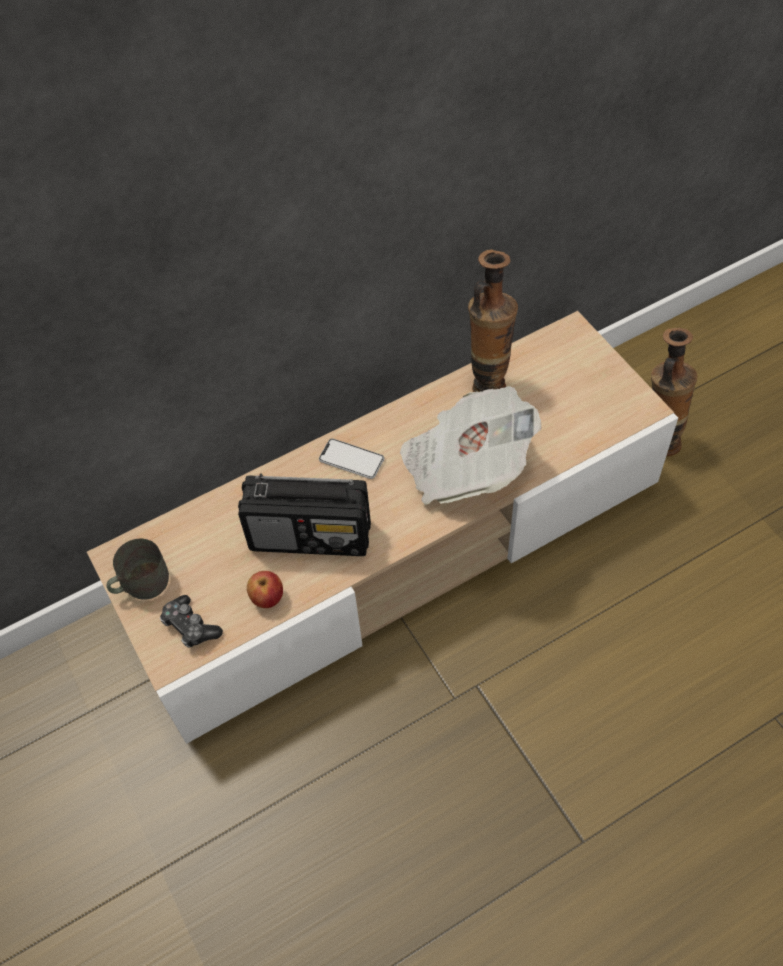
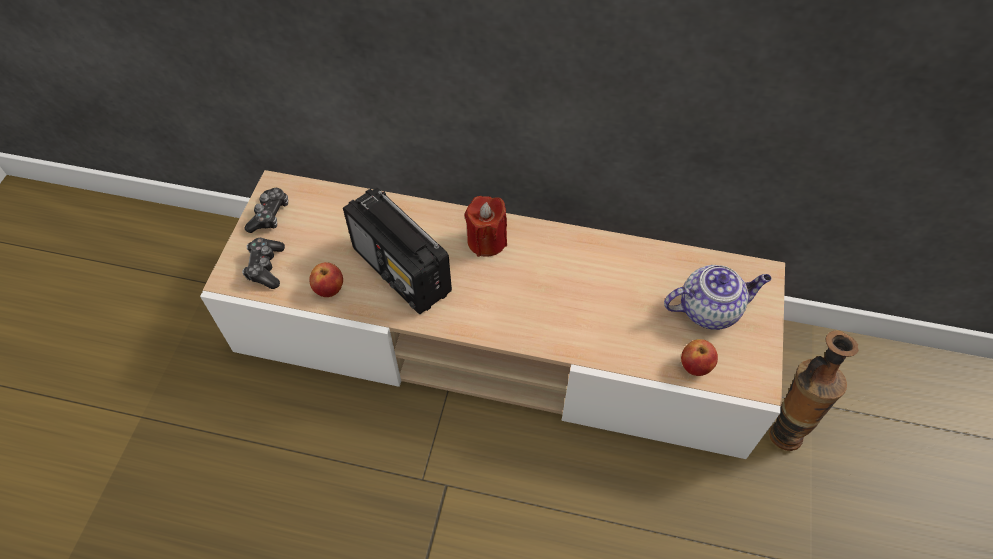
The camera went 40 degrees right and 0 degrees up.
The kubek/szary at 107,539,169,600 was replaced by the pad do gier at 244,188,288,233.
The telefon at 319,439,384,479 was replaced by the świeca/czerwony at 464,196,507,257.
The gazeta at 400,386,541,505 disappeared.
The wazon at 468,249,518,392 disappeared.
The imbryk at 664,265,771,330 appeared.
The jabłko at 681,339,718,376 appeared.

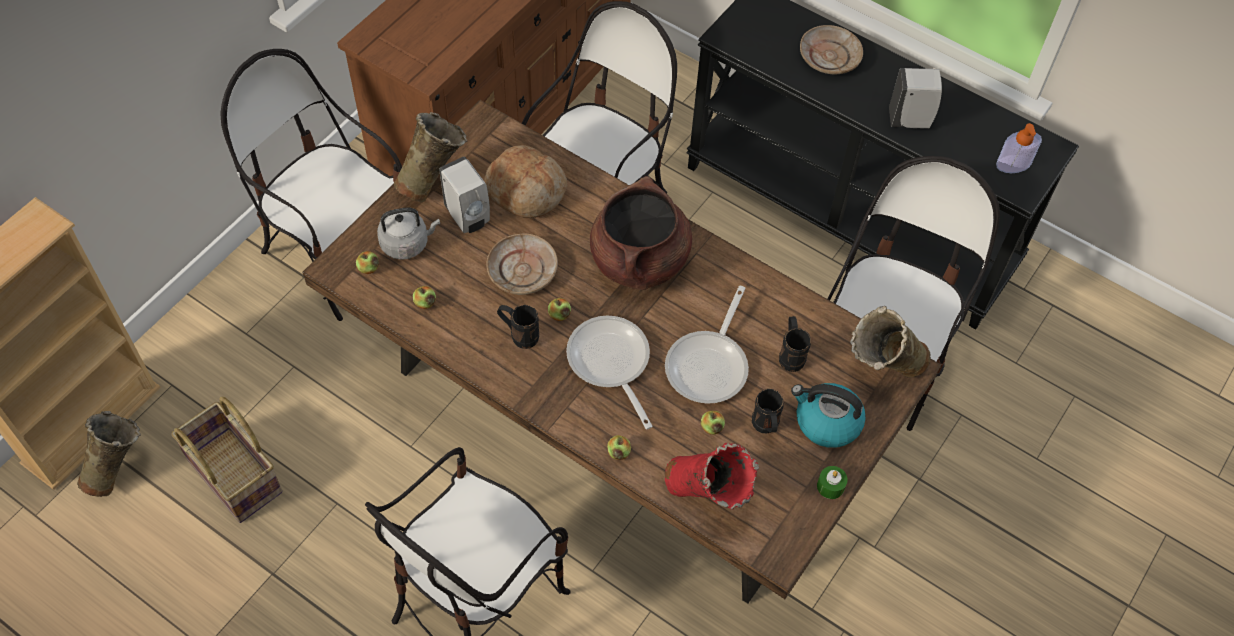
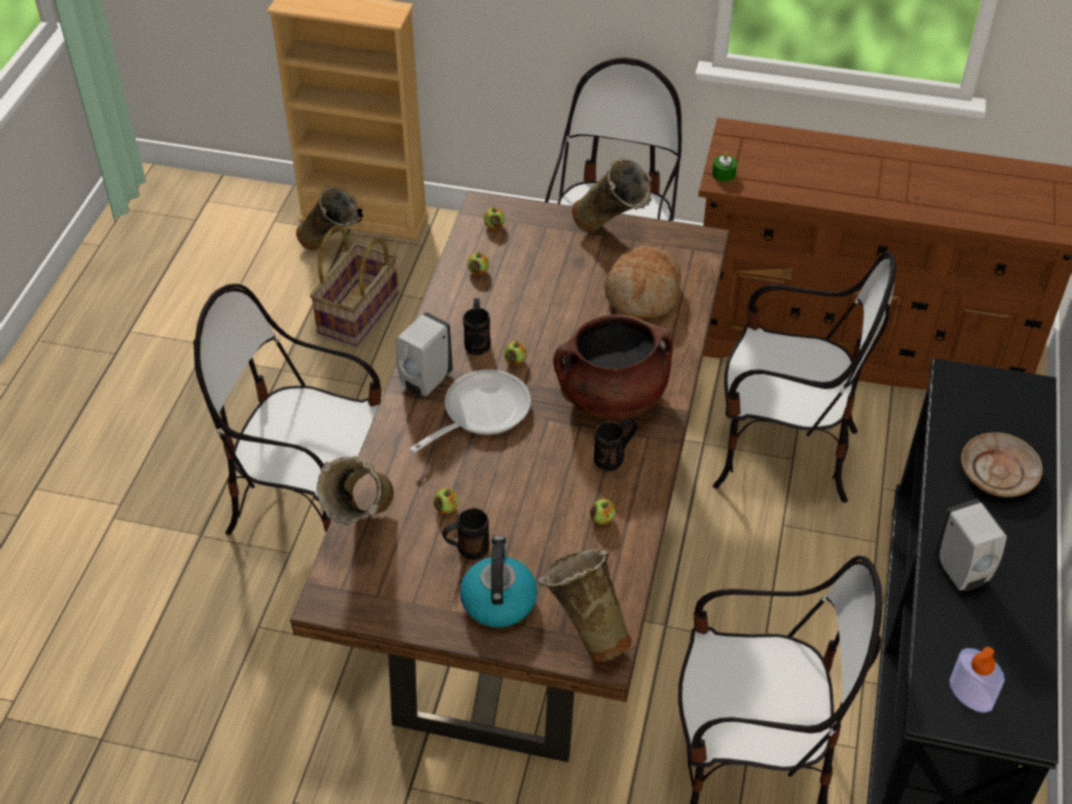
The camera went 70 degrees right and 10 degrees down.
The czajnik/szary at 377,207,440,260 disappeared.
The dozownik mydła/biały moved from 439,157,490,233 to 396,312,453,397.
The talerz/beżowy at 486,233,558,295 disappeared.
The jabłko moved from 607,435,631,460 to 590,499,615,525.
The patelnia at 665,286,749,404 disappeared.
The wazon/czerwony at 665,443,759,510 became the wazon/beżowy at 317,456,394,525.
The kubek/czarny moved from 779,316,811,372 to 594,419,637,471.
The świeca/zielony moved from 817,466,848,499 to 712,152,737,182.

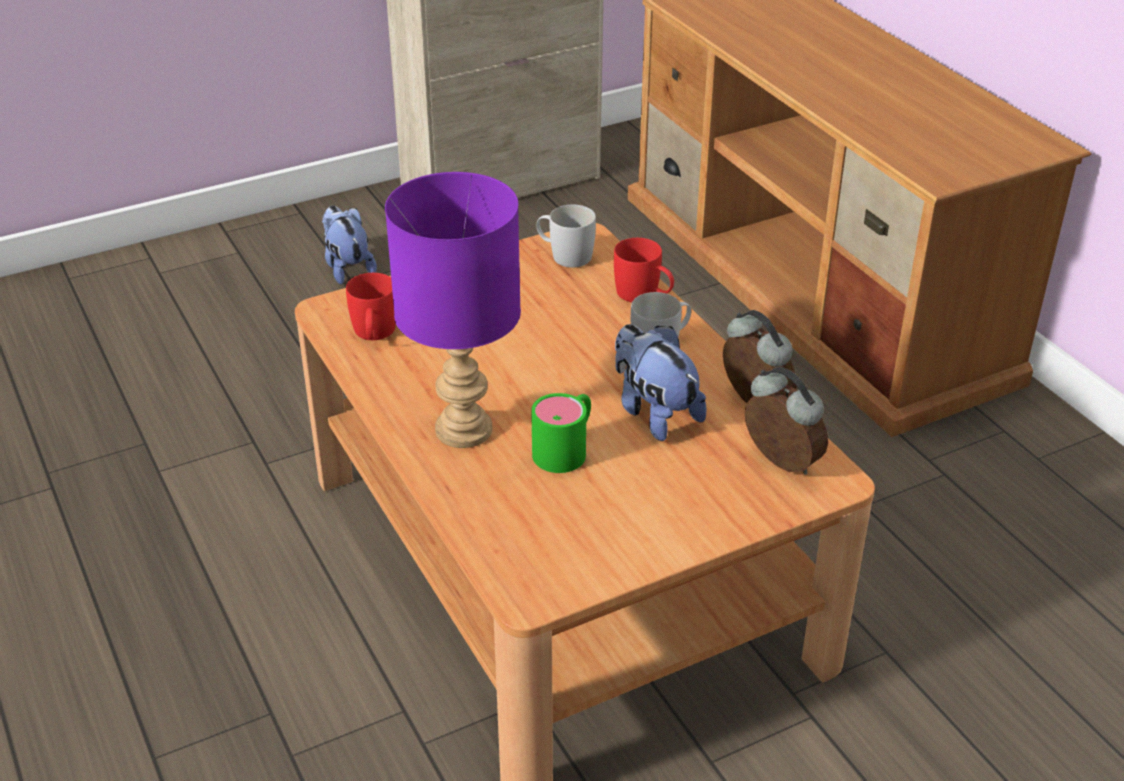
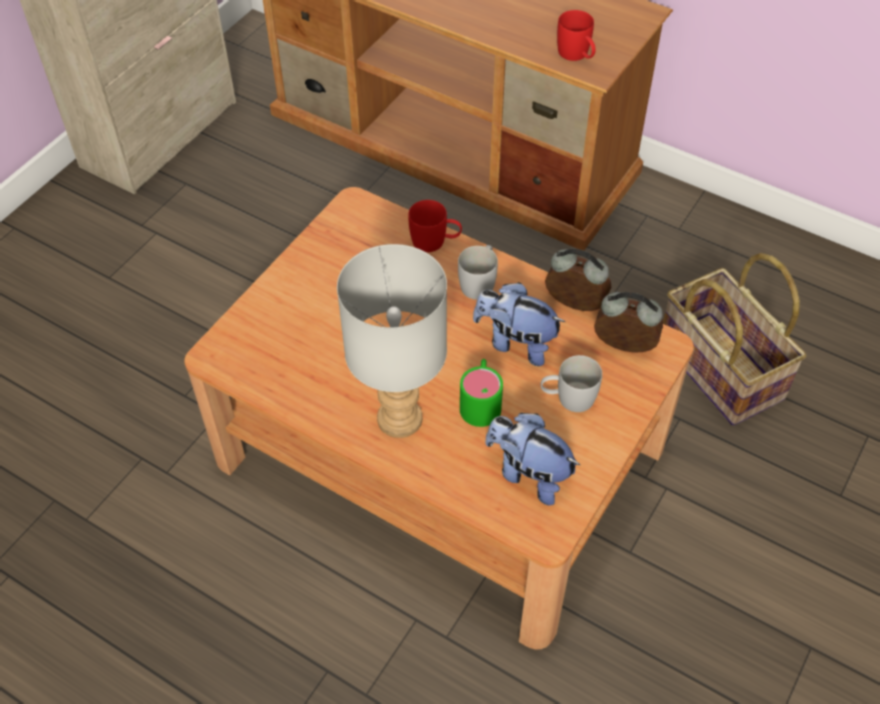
The camera went 30 degrees left and 15 degrees up.
The pluszak moved from 322,206,377,284 to 485,413,580,505.
The kubek/czerwony moved from 346,273,396,340 to 557,10,596,61.
The lampa stołowa/fioletowy at 385,172,521,448 became the lampa stołowa/szary at 337,244,447,438.
The kubek/biały moved from 537,205,596,268 to 541,355,602,412.
The koszyk at 663,253,806,426 appeared.

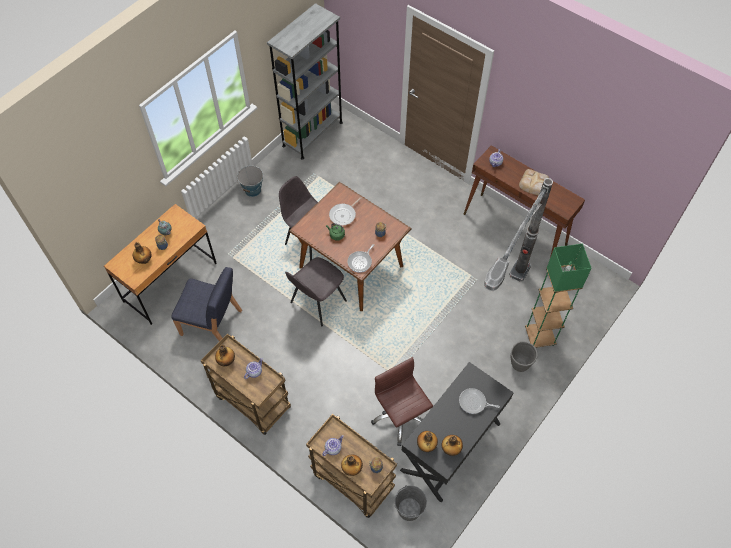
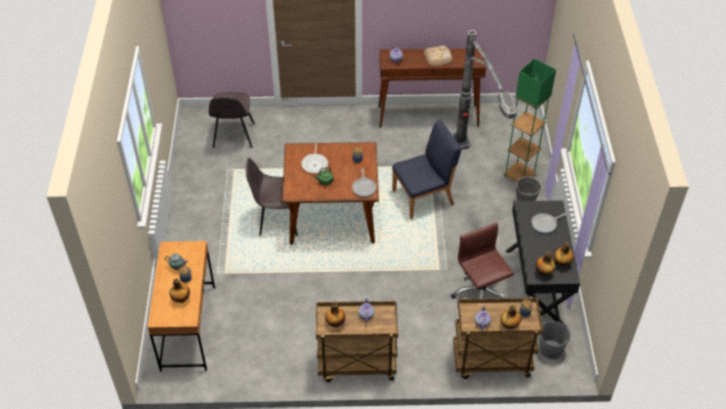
The camera went 40 degrees left and 10 degrees down.
The krzesło/niebieski moved from 171,267,242,341 to 392,120,461,219.
The wiadro at 237,166,263,197 disappeared.
The regał/szary at 267,3,343,160 disappeared.
The krzesło/szary moved from 285,257,347,326 to 209,92,255,148.
The krzesło biurowe/brązowy at 371,357,433,446 turned 45 degrees clockwise.

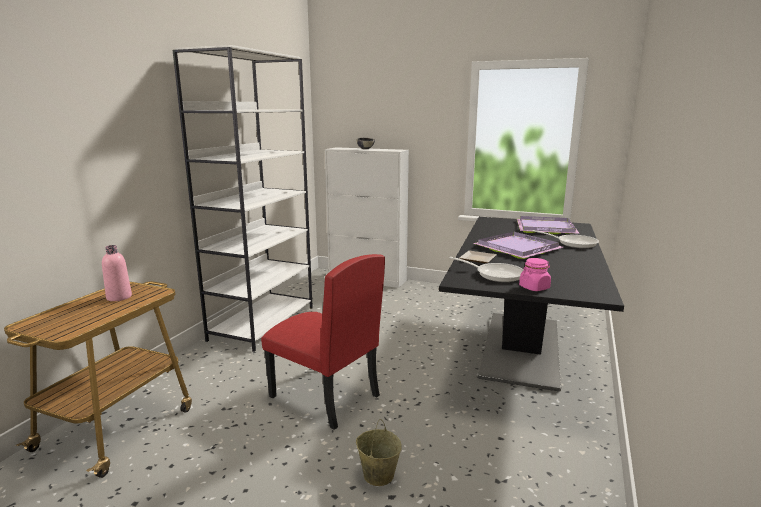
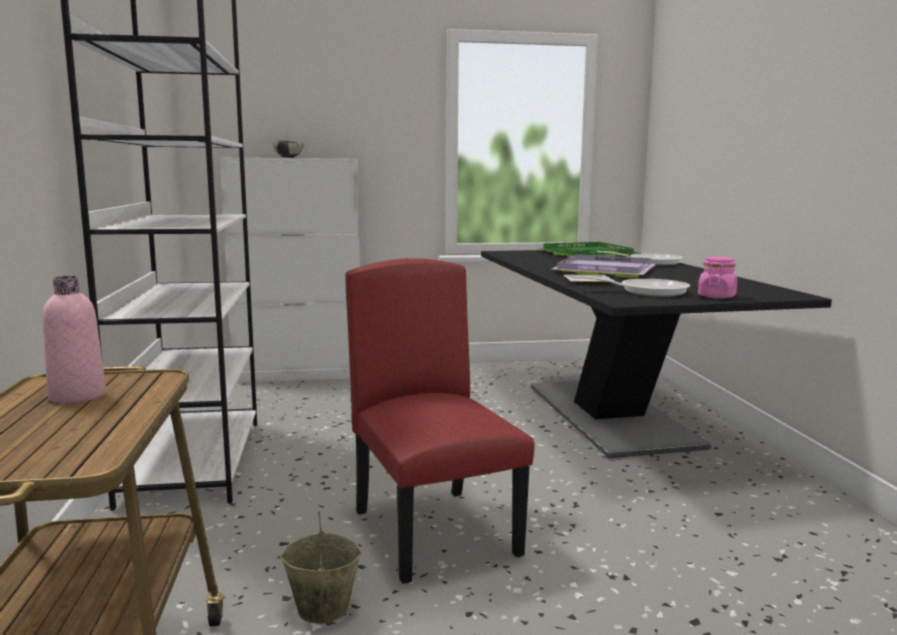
The camera went 30 degrees left and 5 degrees down.
The krzesło/czerwony at 261,254,385,430 turned 120 degrees counterclockwise.
The wiadro/beżowy moved from 356,419,402,486 to 280,511,361,624.
The taca/fioletowy at 517,216,580,234 became the taca/zielony at 539,242,638,259.

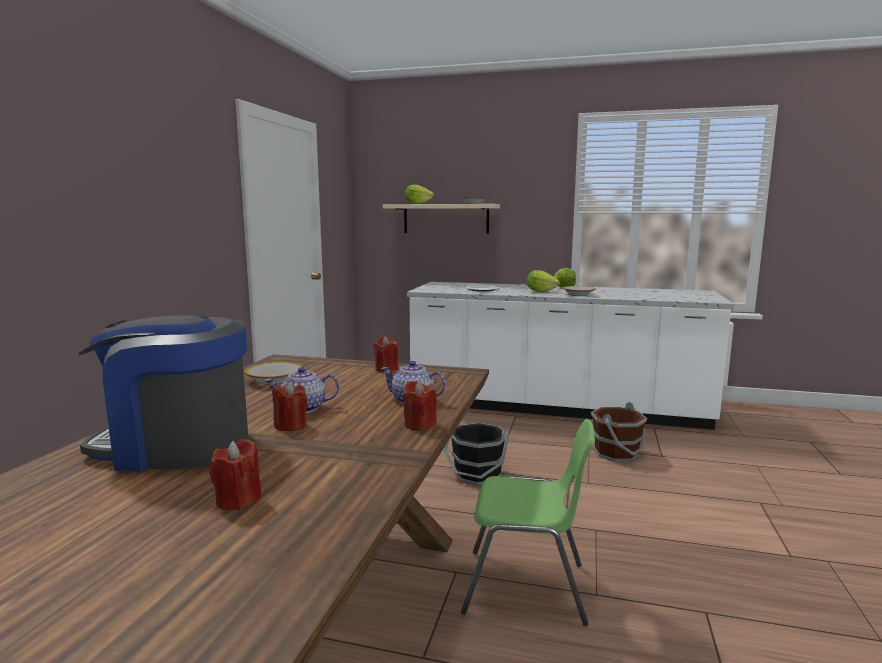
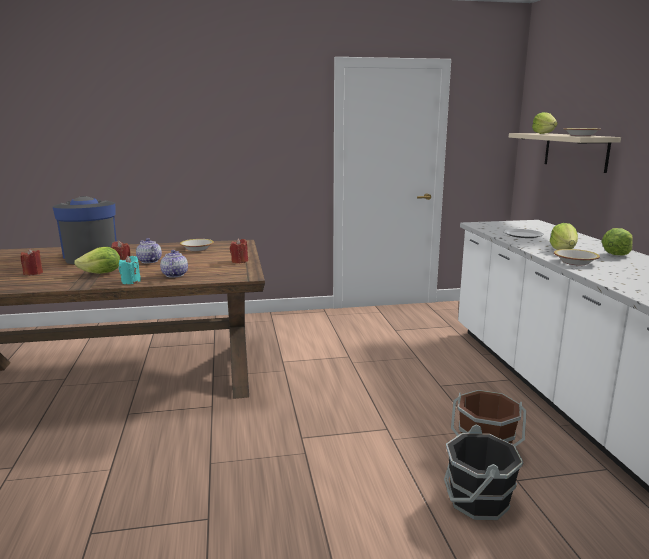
The camera went 65 degrees right and 5 degrees up.
The świeca/czerwony at 403,381,437,430 became the świeca/turkusowy at 119,256,141,284.
The wiadro/czarny moved from 443,423,508,485 to 444,424,524,520.
The krzesło/zielony at 461,419,595,626 disappeared.
The sałata at 74,247,121,274 appeared.

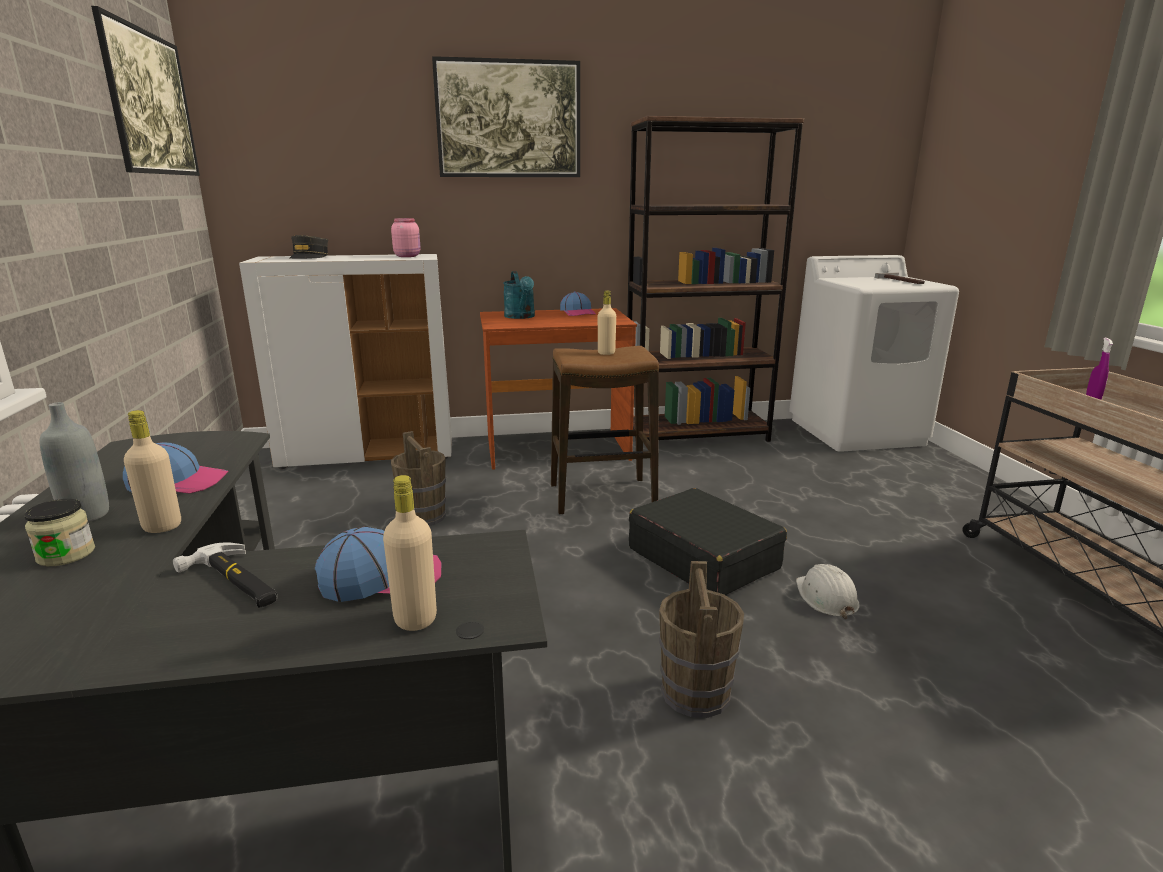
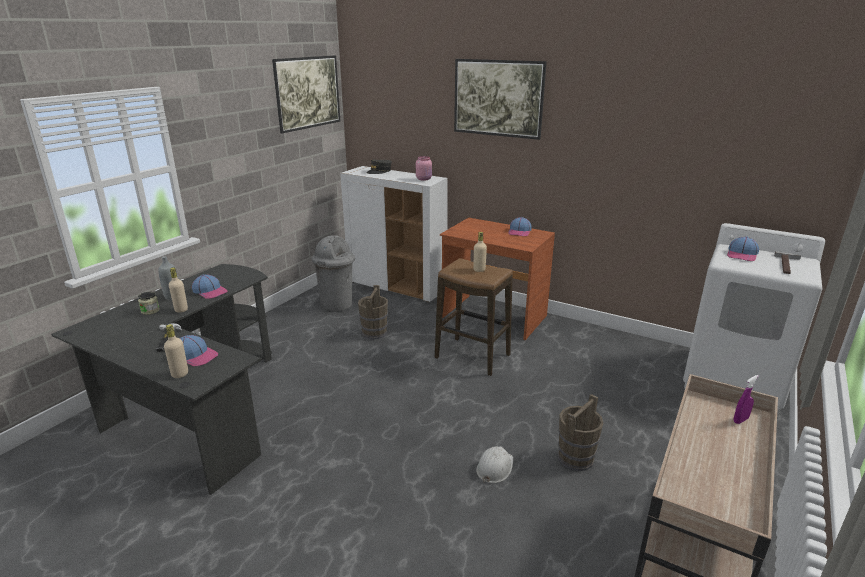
The camera went 40 degrees right and 5 degrees up.
The konewka/turkusowy at 503,271,535,319 disappeared.
The regał/brązowy at 627,116,804,442 disappeared.
The walizka/czarny at 629,488,787,595 disappeared.
The wiadro/brązowy moved from 659,561,744,718 to 558,394,603,471.
The kosz na śmieci/szary at 311,235,355,312 appeared.
The czapka z daszkiem at 727,237,759,261 appeared.

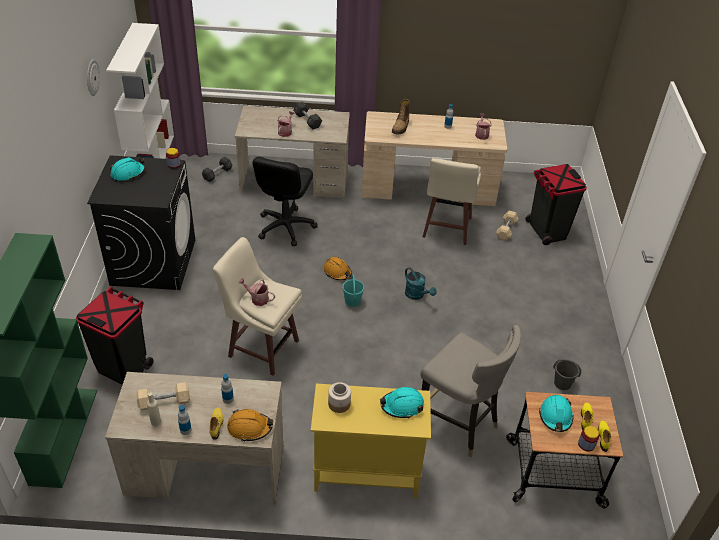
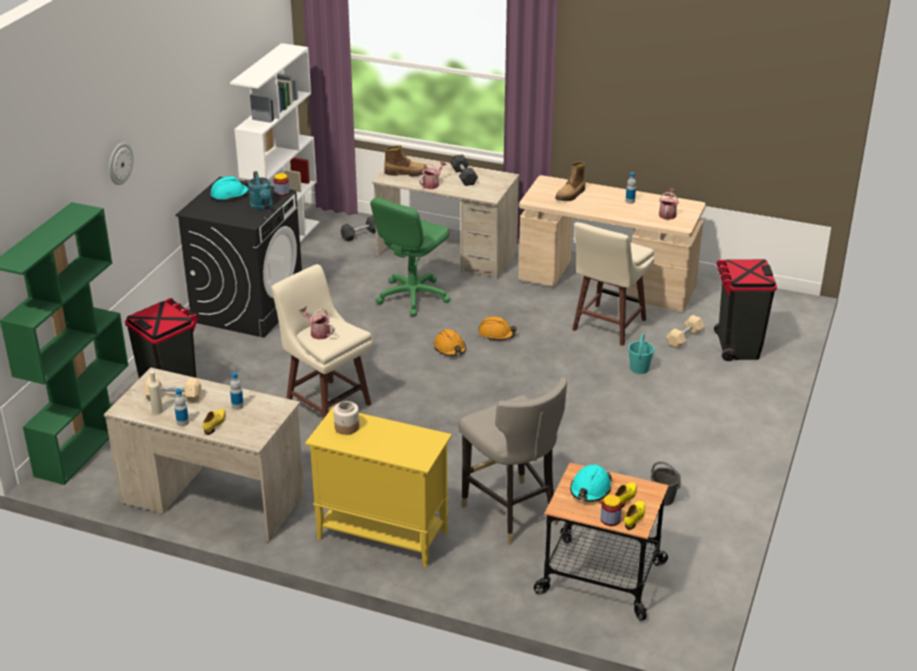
The camera went 20 degrees right and 10 degrees down.
The zegar ścienny moved from 87,59,100,96 to 109,143,134,185.
The kask/pomarańczowy moved from 227,409,274,442 to 478,316,517,341.
The krzesło biurowe/czarny at 252,157,318,246 became the krzesło biurowe/zielony at 370,197,451,316.
The wiadro/turkusowy moved from 343,274,364,307 to 628,333,654,374.
The kask/turkusowy at 380,387,424,419 disappeared.
The konewka/turkusowy moved from 405,267,437,300 to 248,171,273,211.
The but z cholewką at 384,145,428,176 appeared.

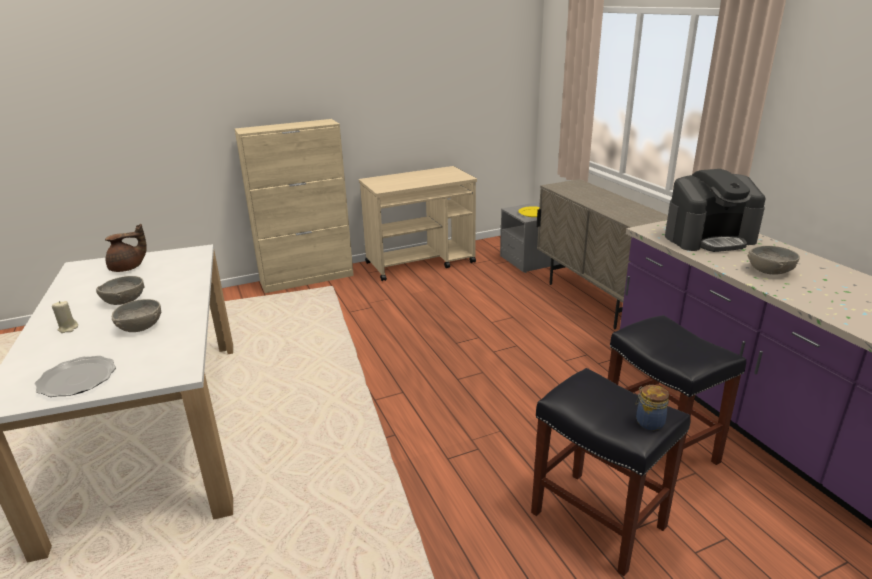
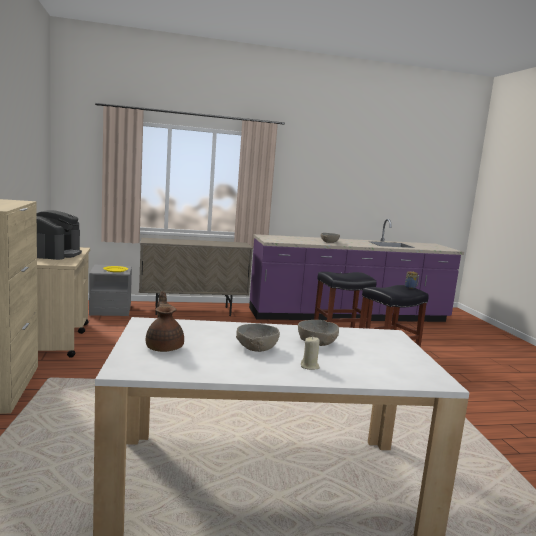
The camera went 80 degrees left and 15 degrees down.
The talerz at 35,356,116,397 disappeared.
The ekspres do kawy moved from 665,169,765,252 to 37,210,82,260.

